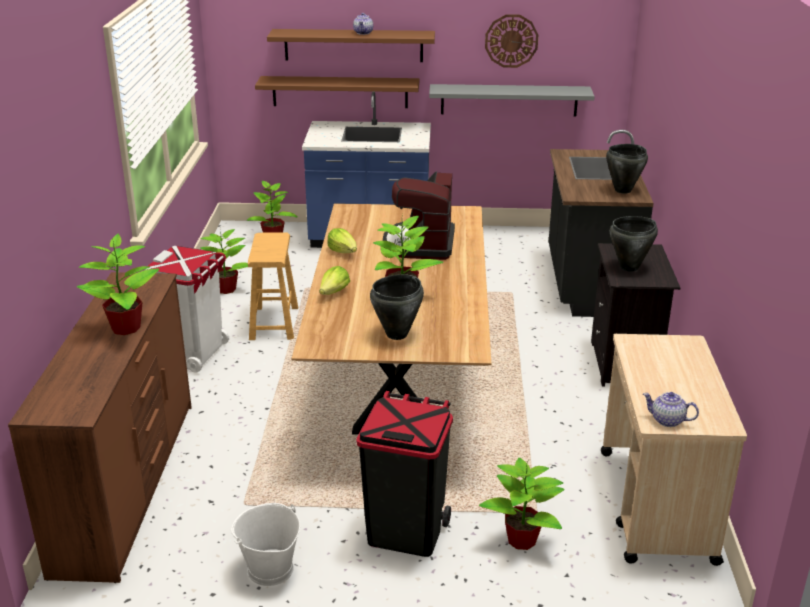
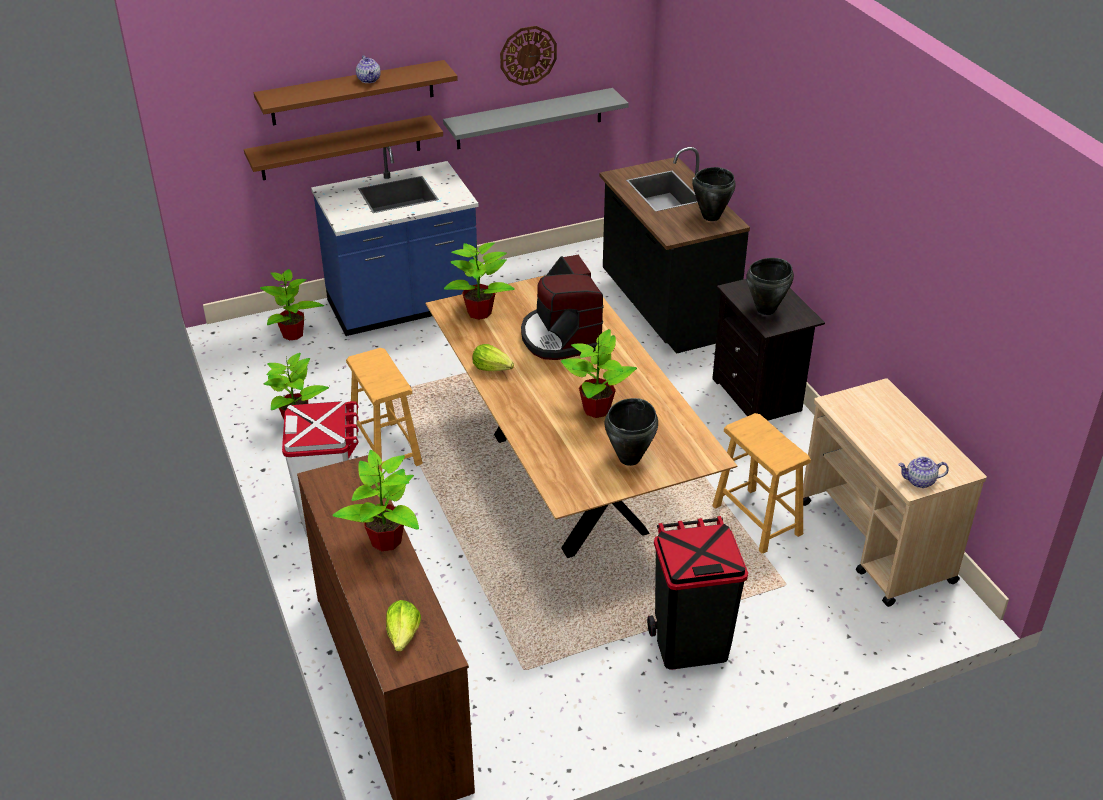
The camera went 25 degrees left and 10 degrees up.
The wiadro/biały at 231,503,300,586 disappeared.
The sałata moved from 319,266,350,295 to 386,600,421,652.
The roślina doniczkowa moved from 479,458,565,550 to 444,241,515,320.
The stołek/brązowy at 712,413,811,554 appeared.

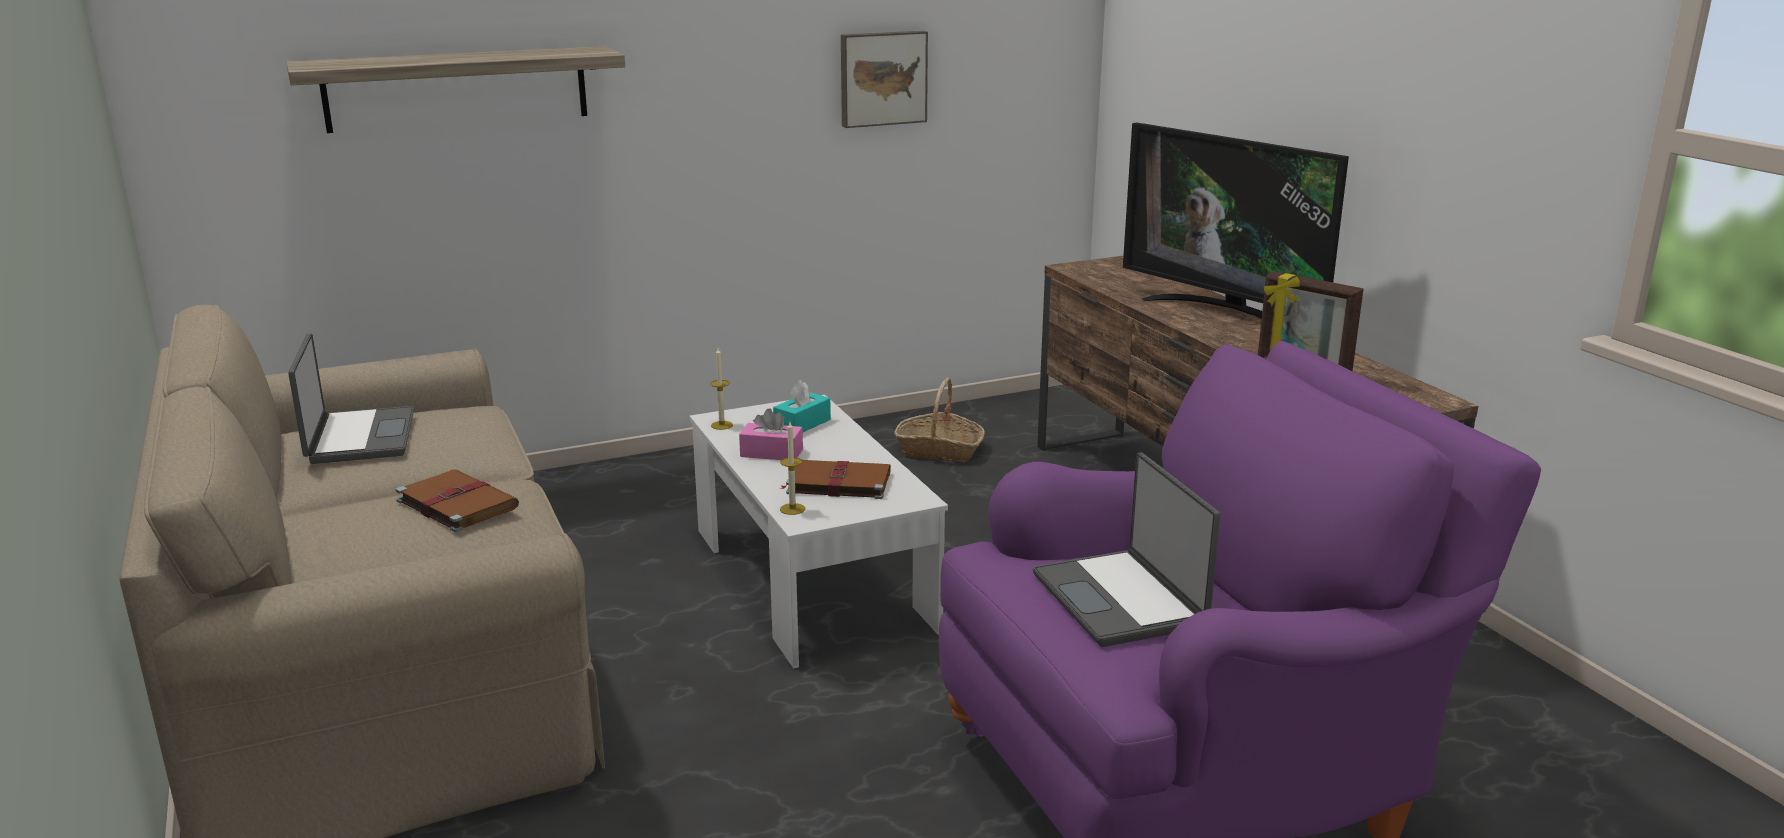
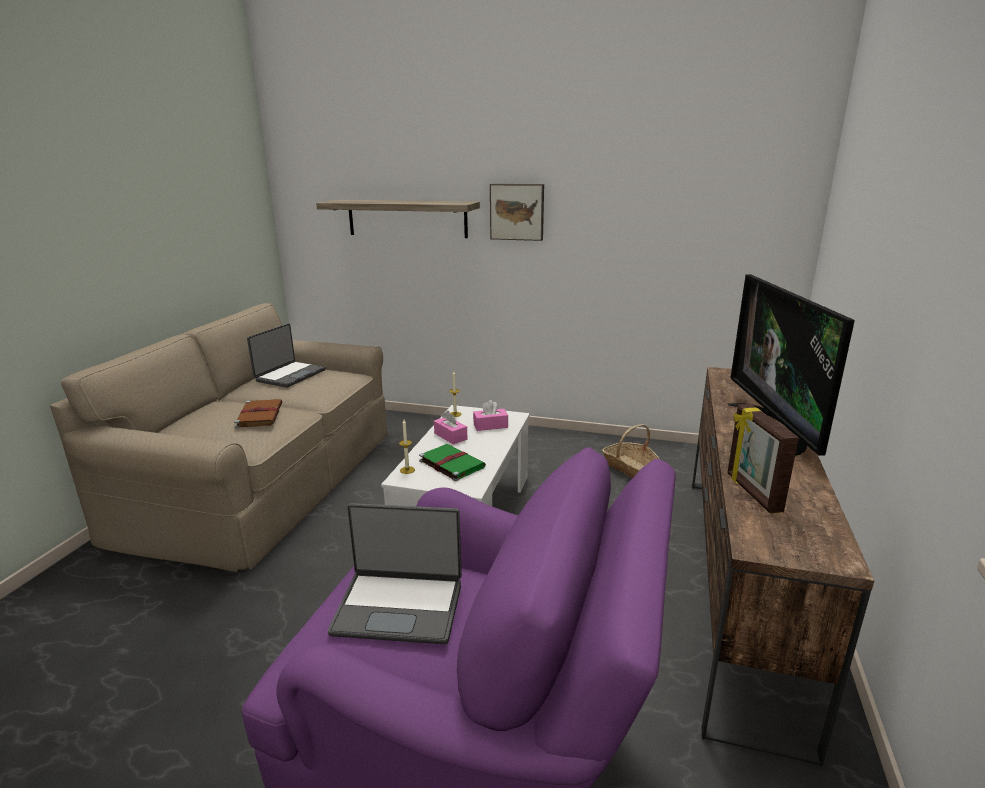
The camera went 40 degrees right and 0 degrees up.
The pudełko chusteczek/turkusowy at 773,380,831,432 became the pudełko chusteczek/różowy at 473,400,508,431.
The książka/brązowy at 779,460,891,499 became the książka/zielony at 419,444,486,481.
The obraz moved from 841,31,928,128 to 490,184,544,241.
The laptop at 1033,452,1220,647 turned 105 degrees counterclockwise.

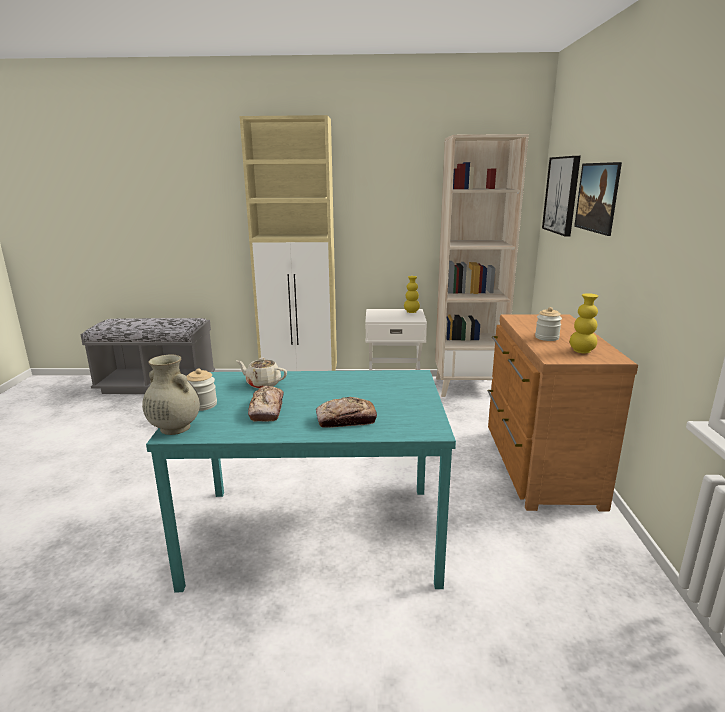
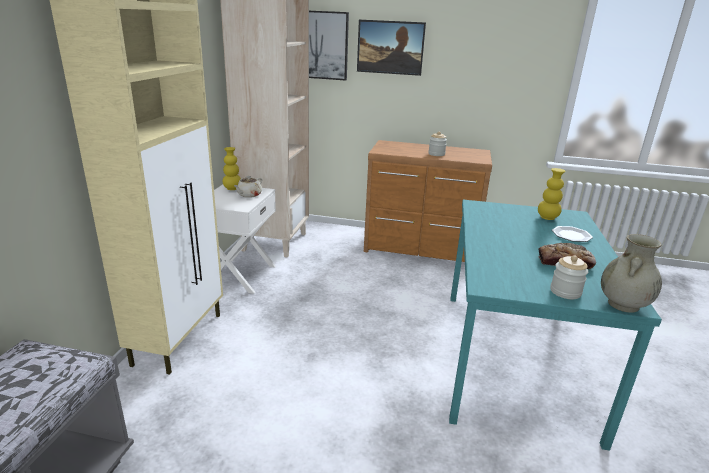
The camera went 80 degrees left and 5 degrees up.
The imbryk/beżowy moved from 236,358,287,389 to 234,176,262,198.
The chleb at 316,397,377,428 was replaced by the talerz at 552,226,593,242.
The wazon/żółty moved from 570,293,598,353 to 538,168,565,220.

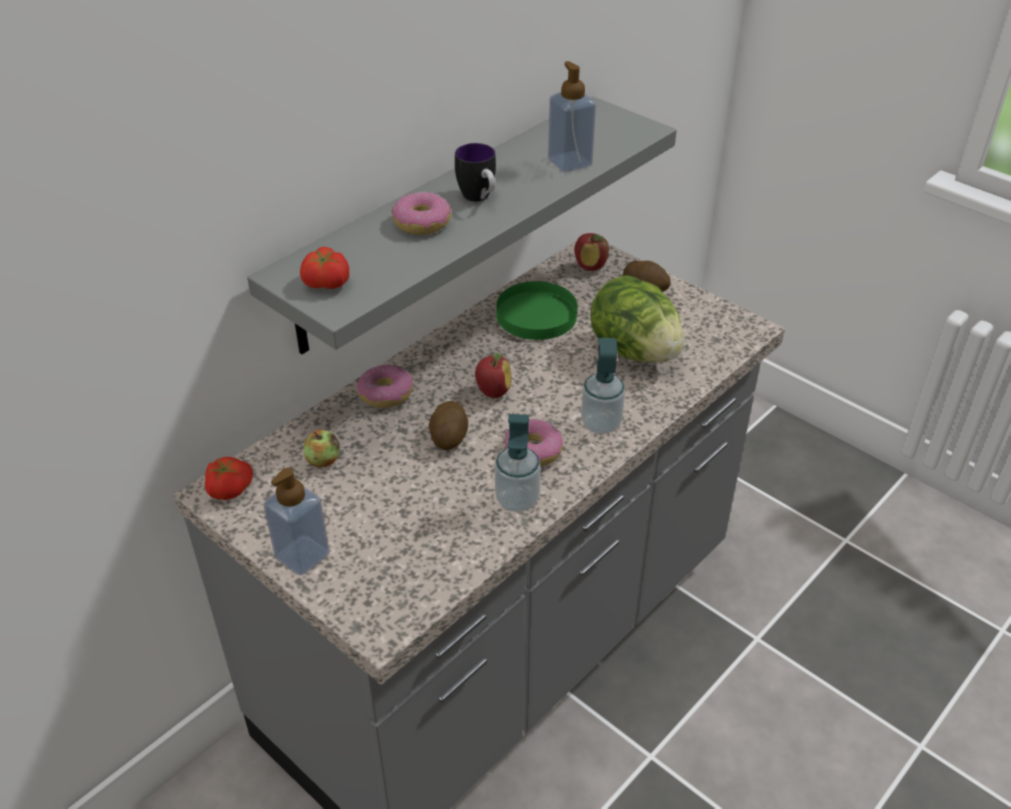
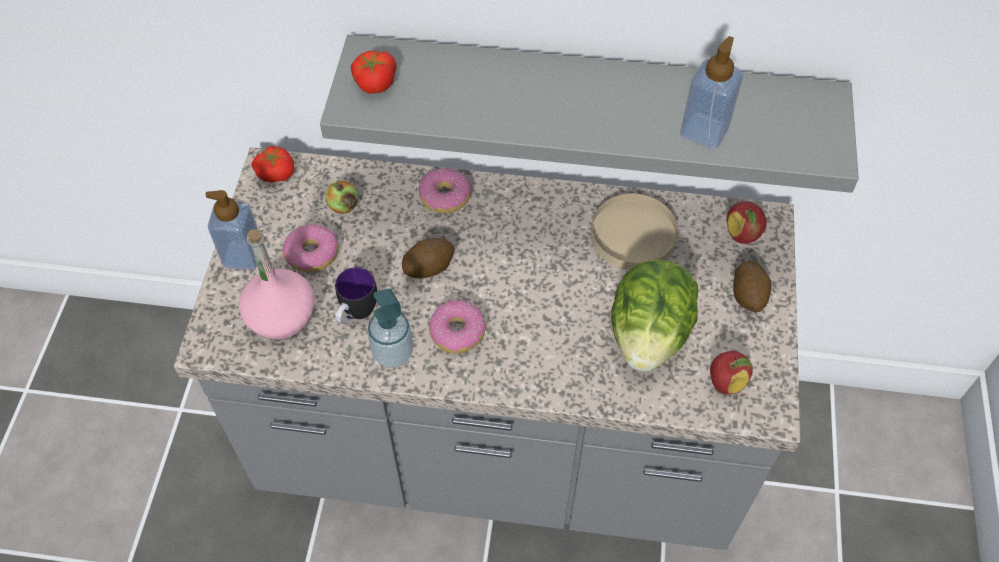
The camera went 55 degrees right and 15 degrees up.
The donut moved from 391,192,451,235 to 282,224,339,272.
The kubek moved from 455,143,496,202 to 335,267,377,324.
The jabłko moved from 475,353,511,398 to 710,351,753,394.
The talerz/zielony at 496,281,578,340 became the talerz/beżowy at 591,194,678,270.
The dozownik mydła at 581,338,625,434 disappeared.
The butelka/różowy at 239,229,315,340 appeared.

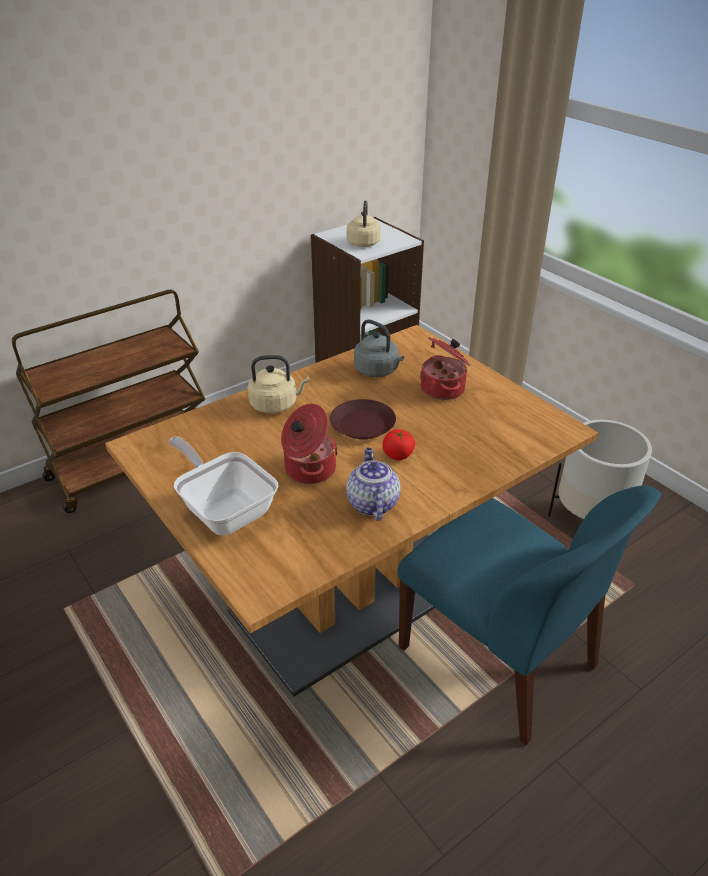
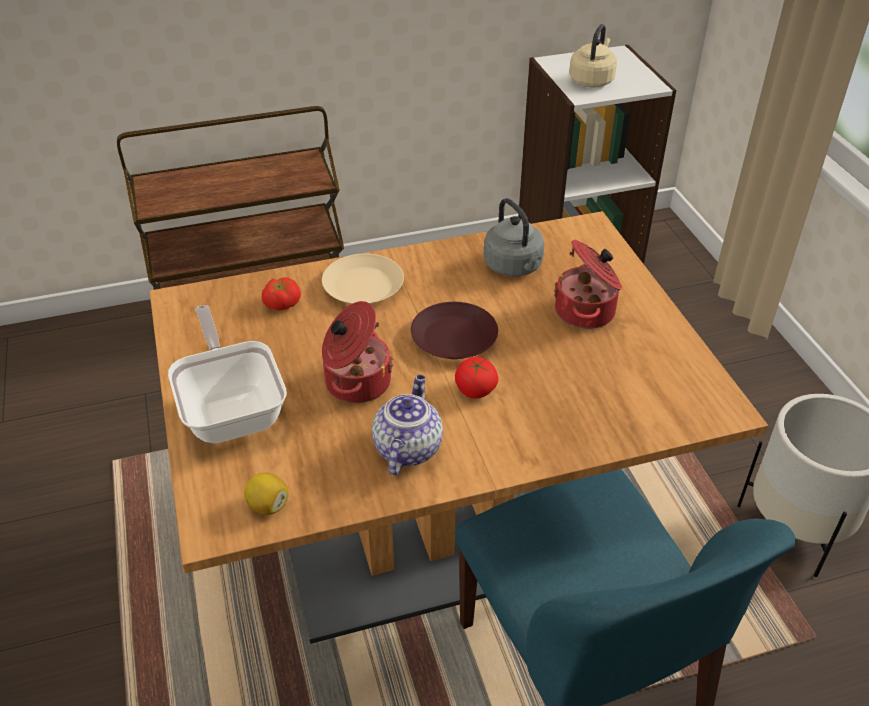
The camera went 20 degrees right and 5 degrees up.
The czajnik/beżowy at 248,355,310,414 was replaced by the talerz/beżowy at 322,254,404,304.
The cytryna at 244,473,289,515 appeared.
The pomidor at 262,277,301,310 appeared.

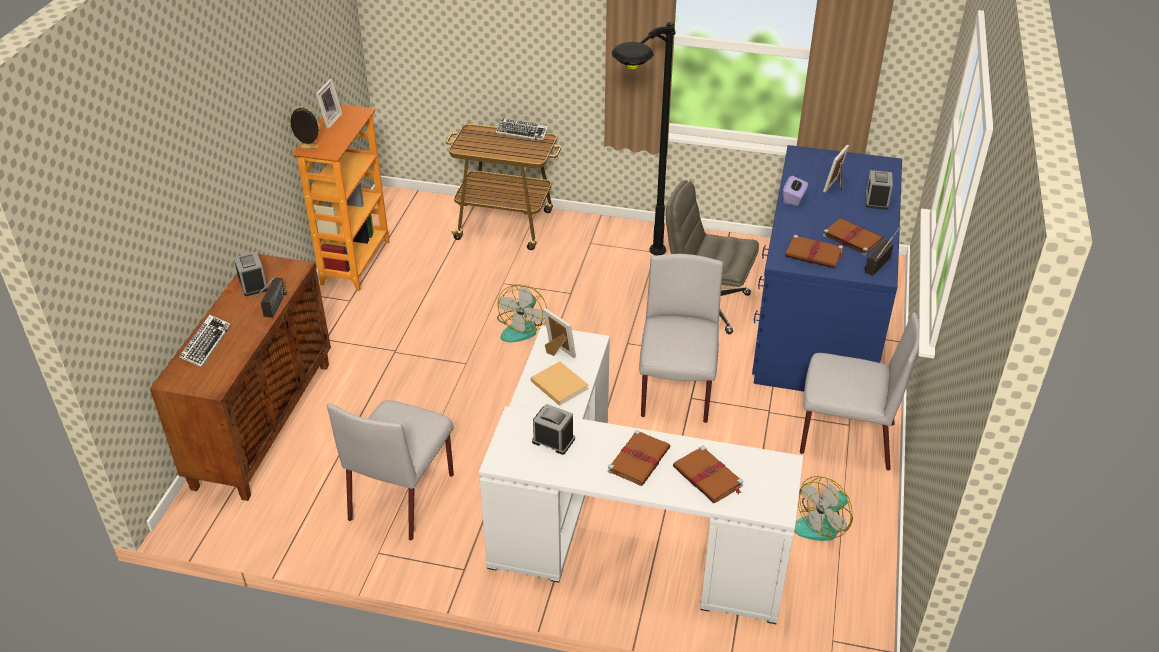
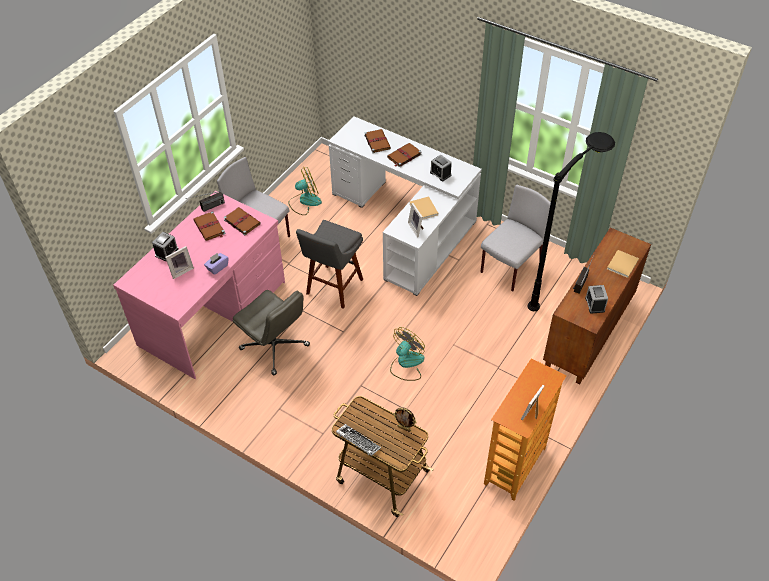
The camera went 160 degrees left and 10 degrees up.
The klawiatura at 179,315,231,367 was replaced by the książka/beżowy at 607,250,639,278.
The ramka na zdjęcie moved from 289,105,321,149 to 393,407,417,432.
The lampa stojąca/czarny moved from 612,22,676,255 to 527,132,615,311.
The krzesło/szary at 639,254,723,423 was replaced by the stołek/szary at 296,220,363,309.
The biurko/niebieski at 752,145,902,391 became the biurko/różowy at 113,191,285,379.

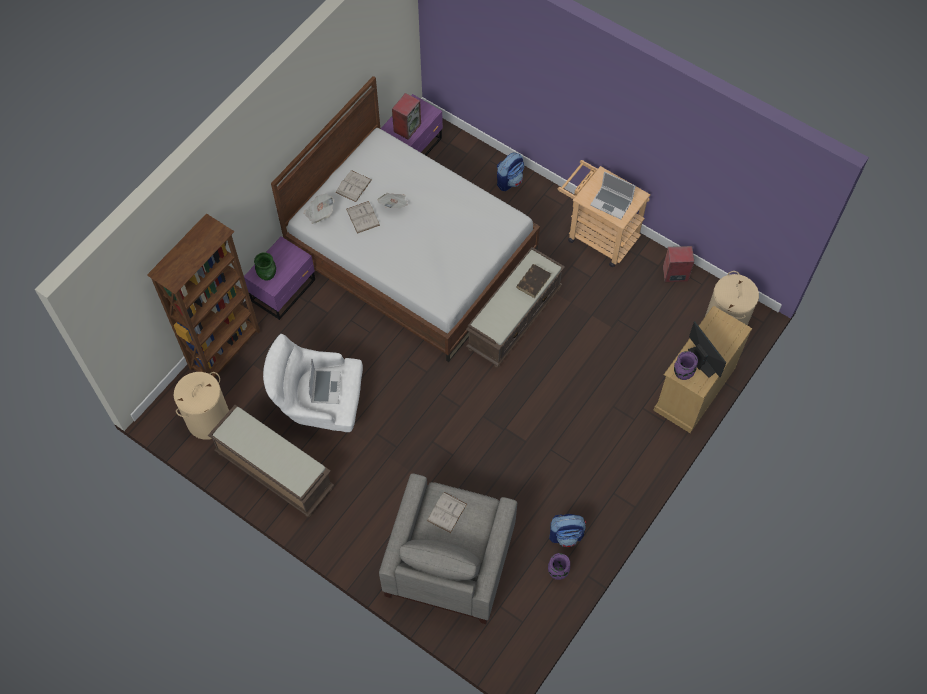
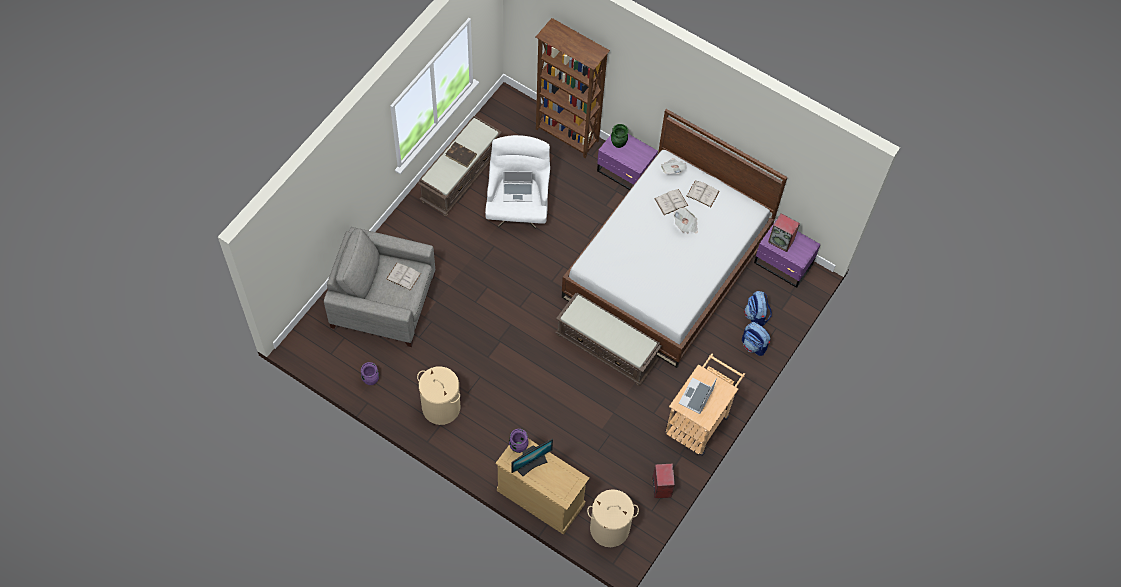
The camera went 85 degrees right and 0 degrees up.
The kosz na pranie/beżowy moved from 174,372,229,440 to 417,366,460,425.
The książka/brązowy moved from 516,264,551,298 to 445,142,477,168.
The plecak moved from 549,514,586,547 to 744,291,772,326.

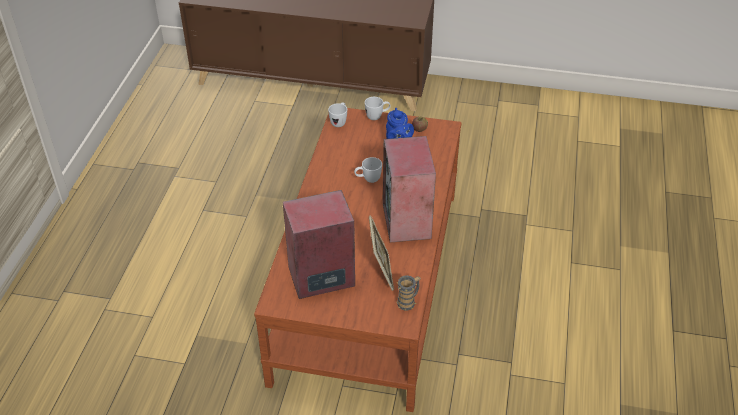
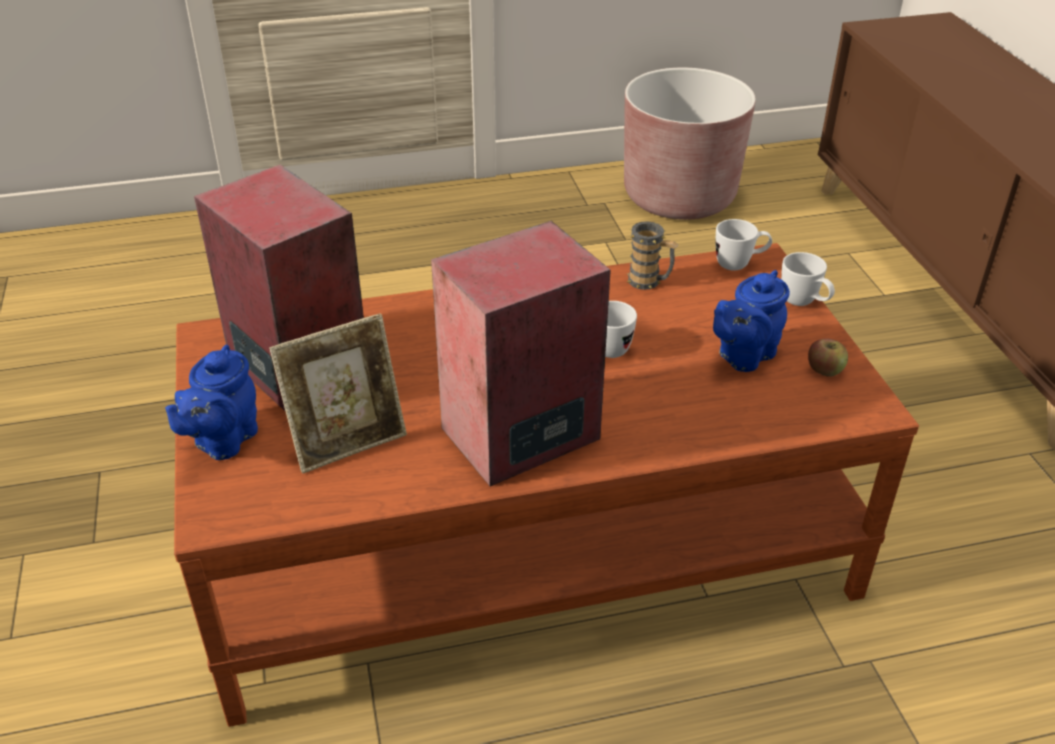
The camera went 65 degrees right and 5 degrees down.
The kubek moved from 396,275,421,311 to 627,221,678,290.
The imbryk/niebieski at 165,345,258,460 appeared.
The donica/brązowy at 624,67,756,220 appeared.

